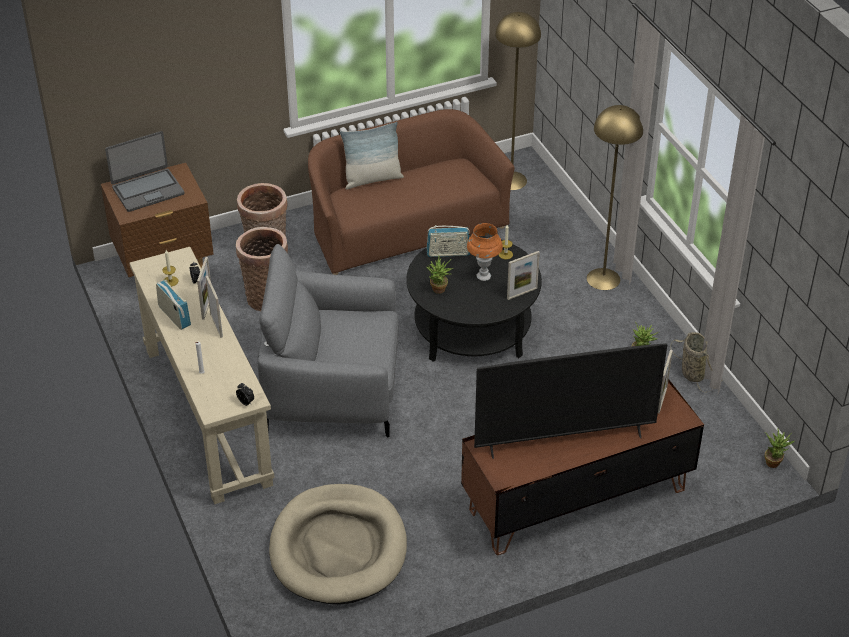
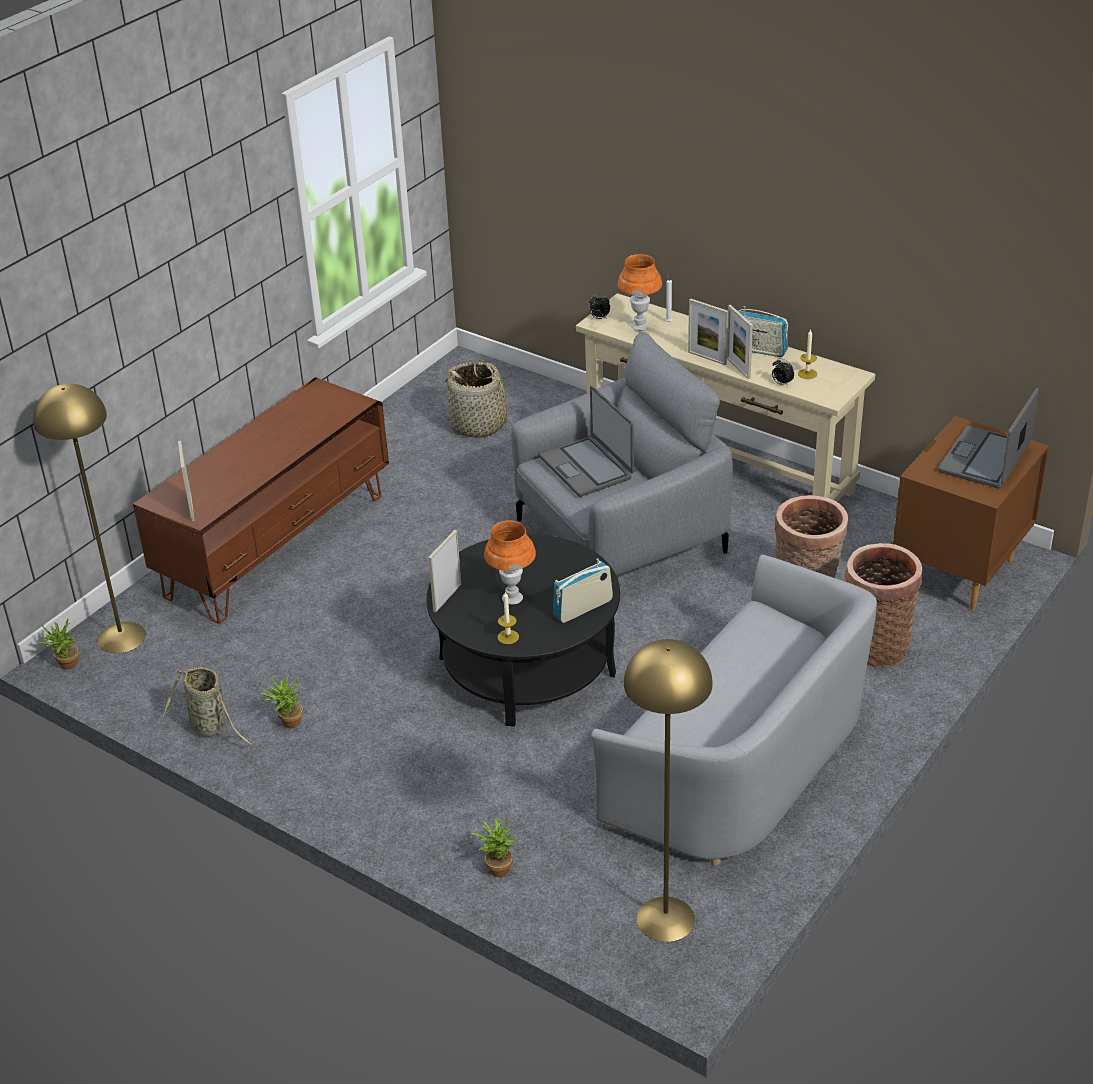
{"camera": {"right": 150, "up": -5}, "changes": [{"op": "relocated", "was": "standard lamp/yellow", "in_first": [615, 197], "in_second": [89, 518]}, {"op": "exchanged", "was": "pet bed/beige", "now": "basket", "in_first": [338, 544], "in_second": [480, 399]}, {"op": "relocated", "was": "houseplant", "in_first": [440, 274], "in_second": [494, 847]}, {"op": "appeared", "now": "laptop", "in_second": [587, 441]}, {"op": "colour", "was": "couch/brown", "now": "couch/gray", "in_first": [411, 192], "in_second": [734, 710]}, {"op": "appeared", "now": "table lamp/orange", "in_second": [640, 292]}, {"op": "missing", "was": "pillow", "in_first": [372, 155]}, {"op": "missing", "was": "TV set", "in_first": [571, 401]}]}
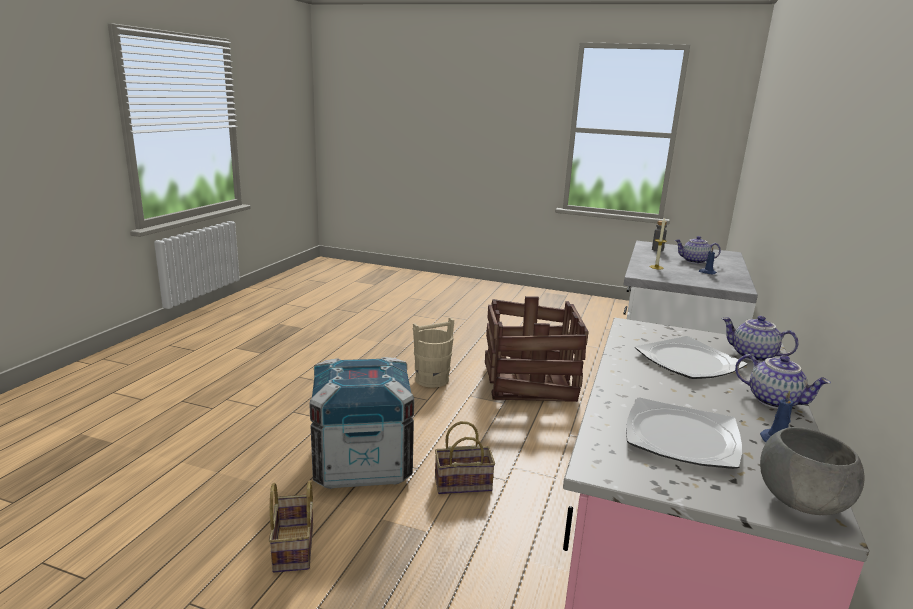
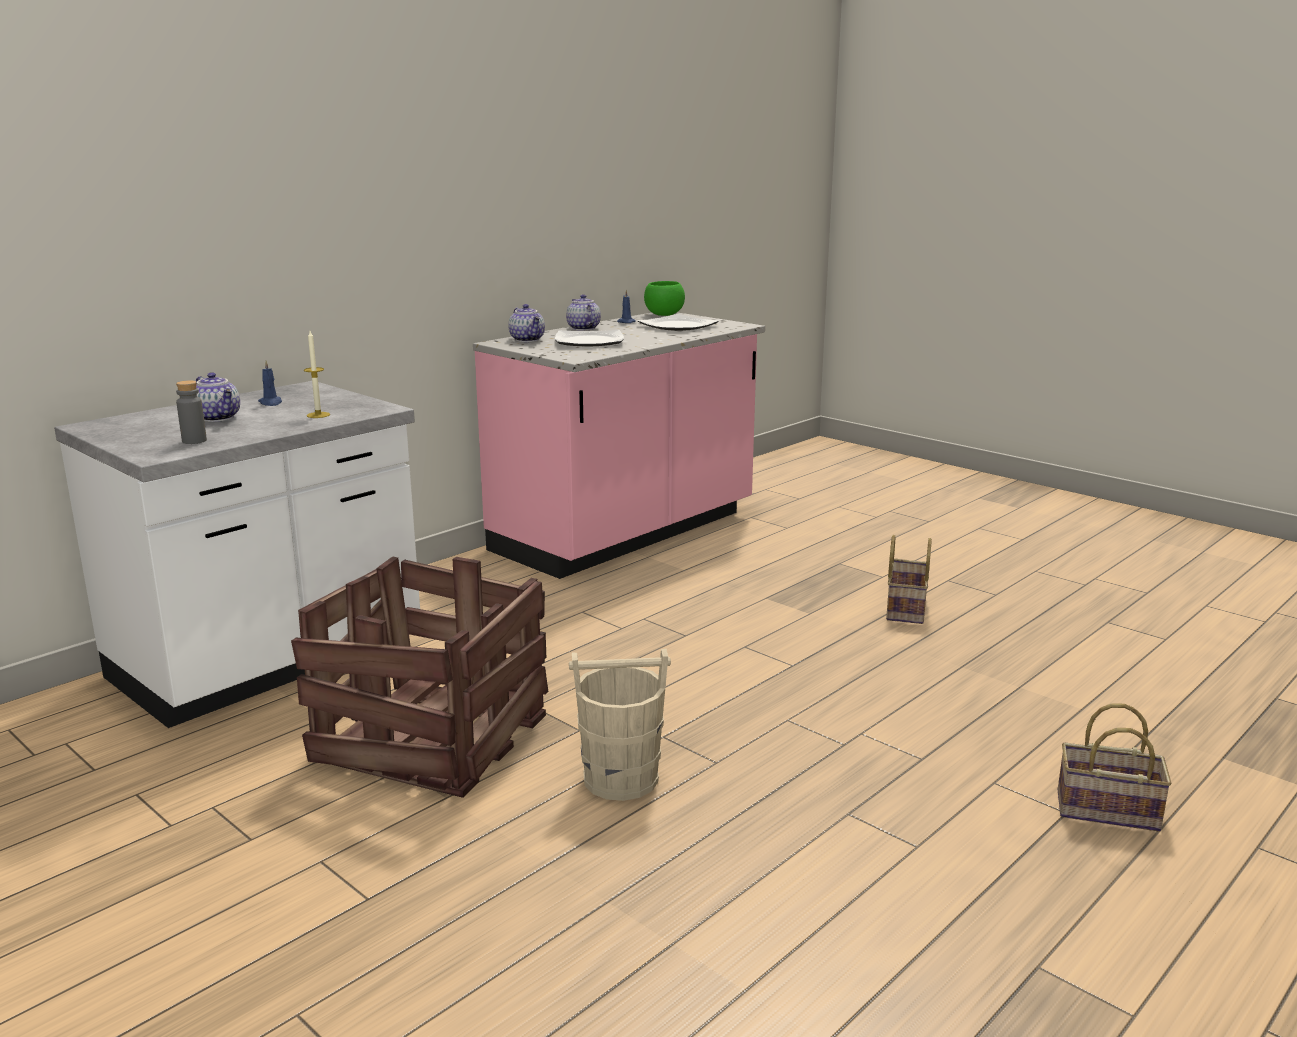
{"camera": {"right": -155, "up": 0}, "changes": [{"op": "colour", "was": "deep dish/gray", "now": "deep dish/greenish", "in_first": [812, 471], "in_second": [664, 298]}, {"op": "relocated", "was": "basket", "in_first": [465, 457], "in_second": [1115, 768]}, {"op": "missing", "was": "shipping crate", "in_first": [361, 423]}]}
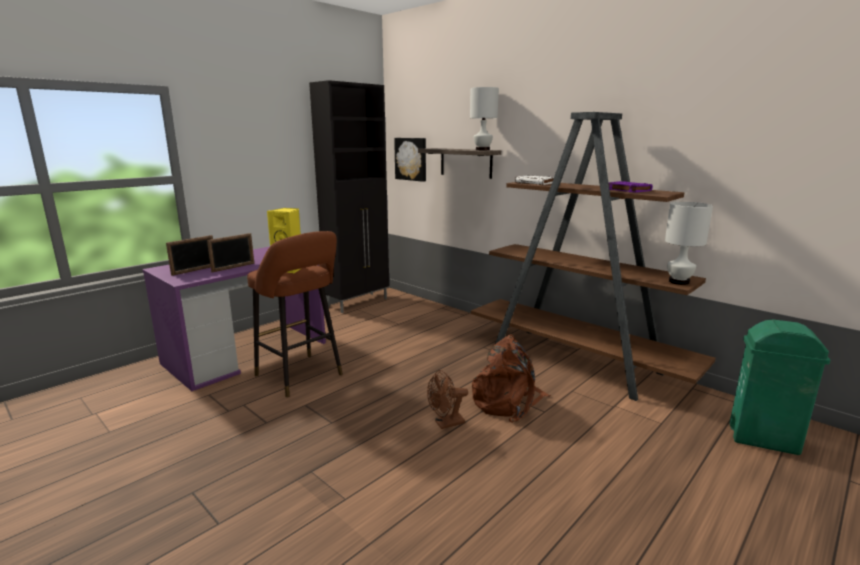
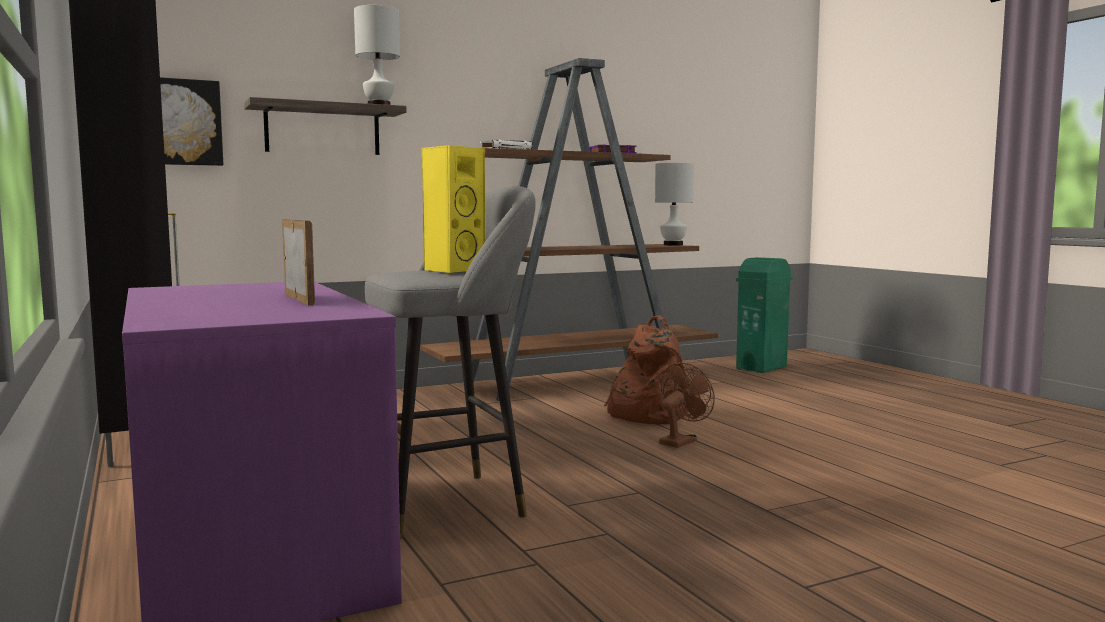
{"camera": {"right": -70, "up": -10}, "changes": [{"op": "colour", "was": "stool/brown", "now": "stool/gray", "in_first": [295, 314], "in_second": [450, 362]}, {"op": "spun", "was": "fan/brown", "in_first": [447, 399], "in_second": [687, 405], "clockwise": -135}, {"op": "missing", "was": "picture frame", "in_first": [189, 255]}]}
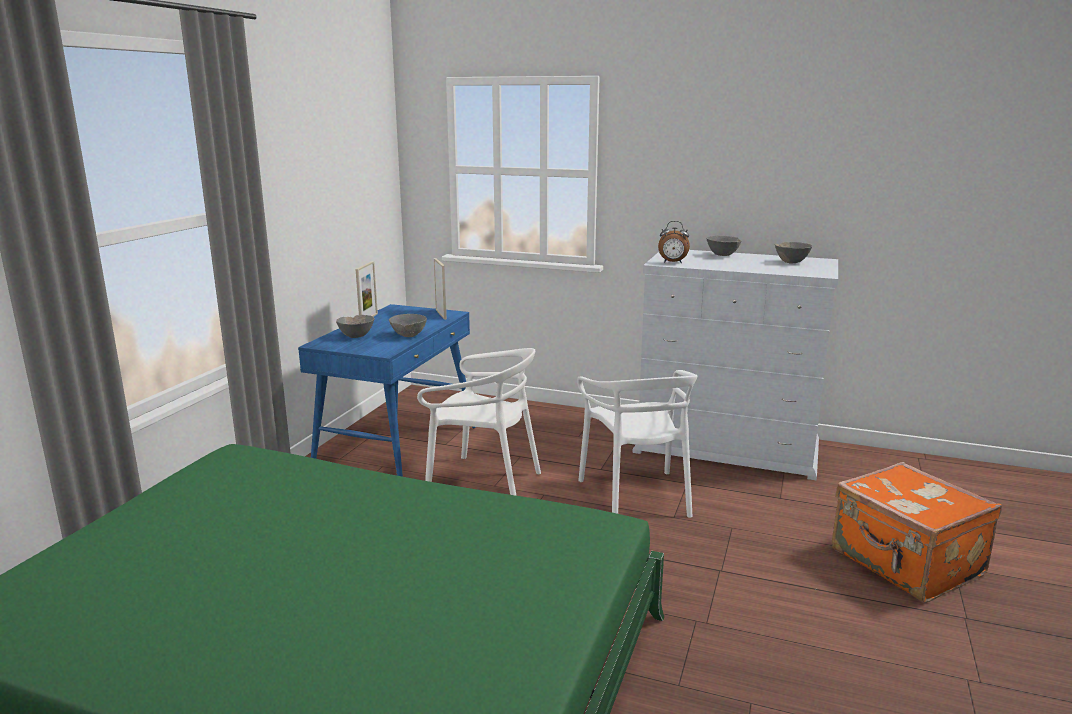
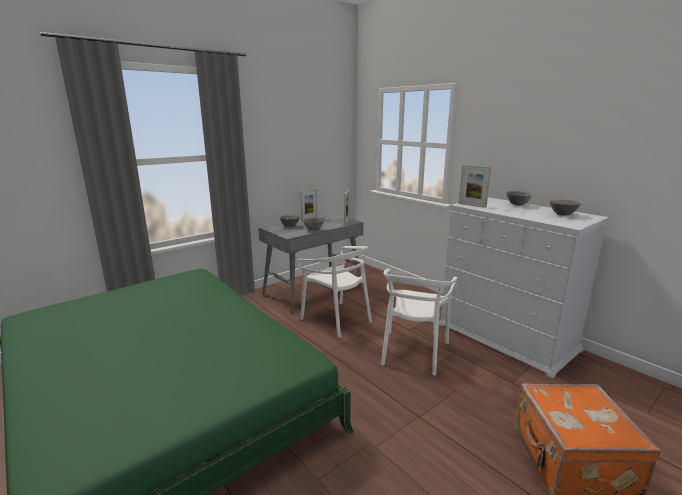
{"camera": {"right": 30, "up": 0}, "changes": [{"op": "colour", "was": "desk/bluish", "now": "desk/gray", "in_first": [387, 390], "in_second": [311, 263]}, {"op": "exchanged", "was": "table clock", "now": "picture frame", "in_first": [674, 242], "in_second": [475, 186]}]}
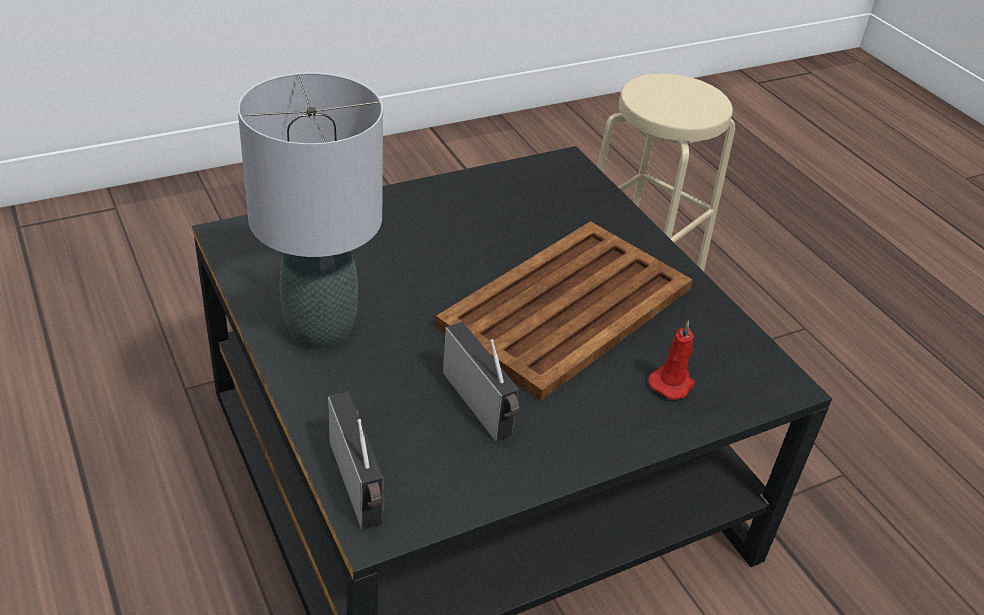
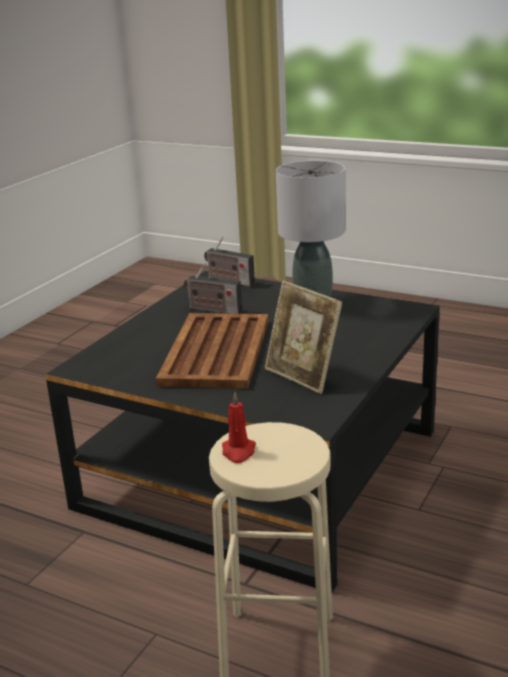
{"camera": {"right": 150, "up": -15}, "changes": [{"op": "relocated", "was": "wax candle/red-coloured", "in_first": [671, 360], "in_second": [239, 427]}, {"op": "appeared", "now": "picture frame", "in_second": [303, 337]}]}
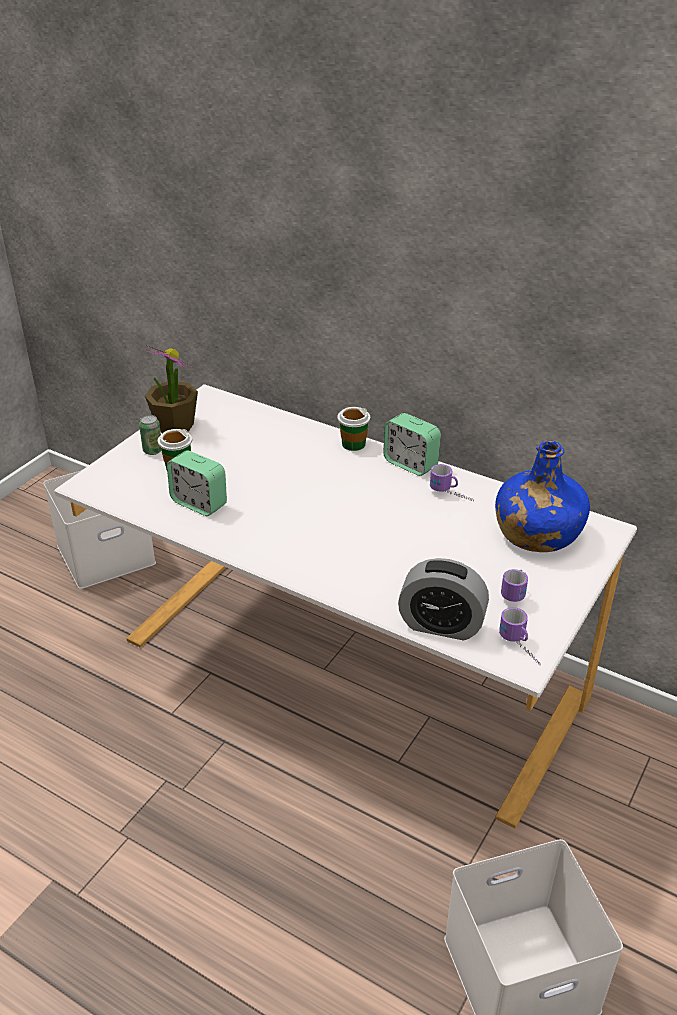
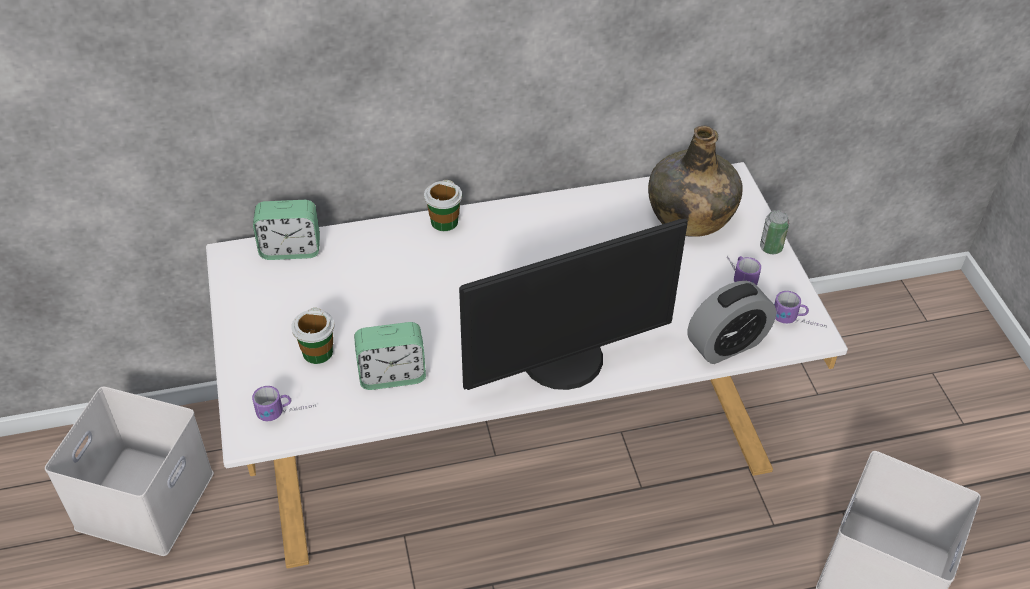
{"camera": {"right": -45, "up": 10}, "changes": [{"op": "relocated", "was": "tea mug", "in_first": [452, 483], "in_second": [284, 403]}, {"op": "relocated", "was": "table clock", "in_first": [412, 444], "in_second": [286, 230]}, {"op": "appeared", "now": "monitor", "in_second": [573, 304]}, {"op": "colour", "was": "drink bottle/bluish", "now": "drink bottle/greenish", "in_first": [542, 496], "in_second": [695, 181]}, {"op": "relocated", "was": "sealed can", "in_first": [150, 435], "in_second": [774, 232]}, {"op": "missing", "was": "houseplant", "in_first": [171, 389]}]}
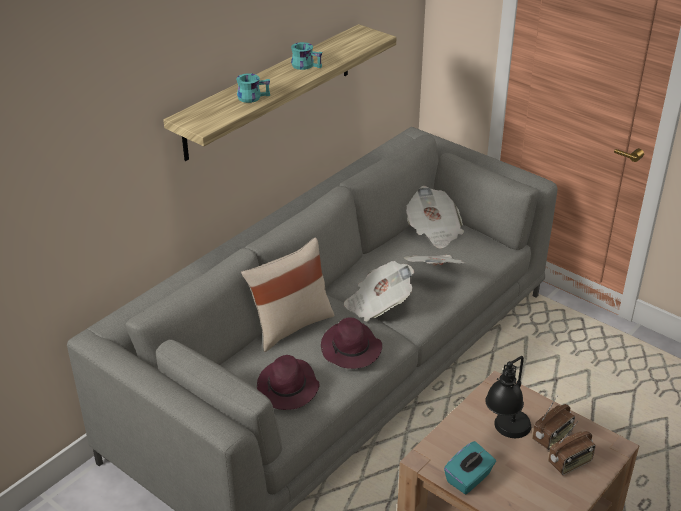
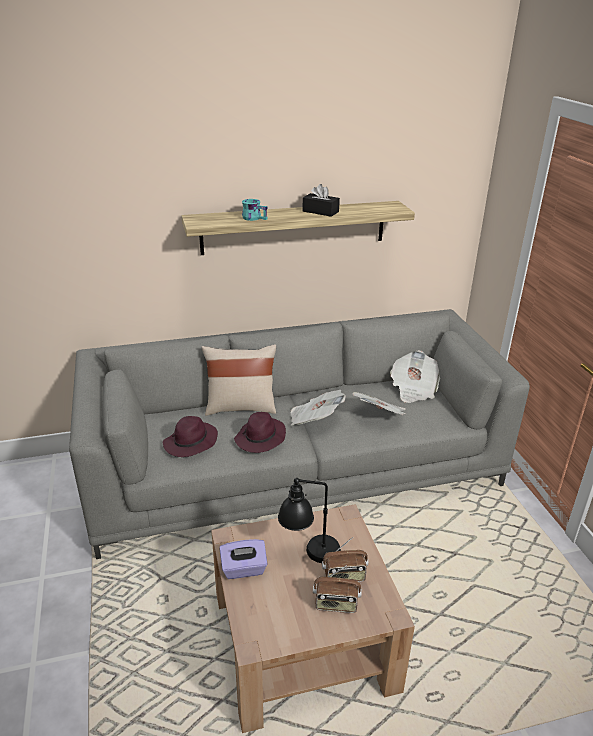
{"camera": {"right": 35, "up": -5}, "changes": [{"op": "colour", "was": "tissue holder/blue-green", "now": "tissue holder/purple", "in_first": [470, 467], "in_second": [243, 559]}, {"op": "exchanged", "was": "tea mug/blue-green", "now": "tissue holder/blackish", "in_first": [306, 56], "in_second": [321, 200]}]}
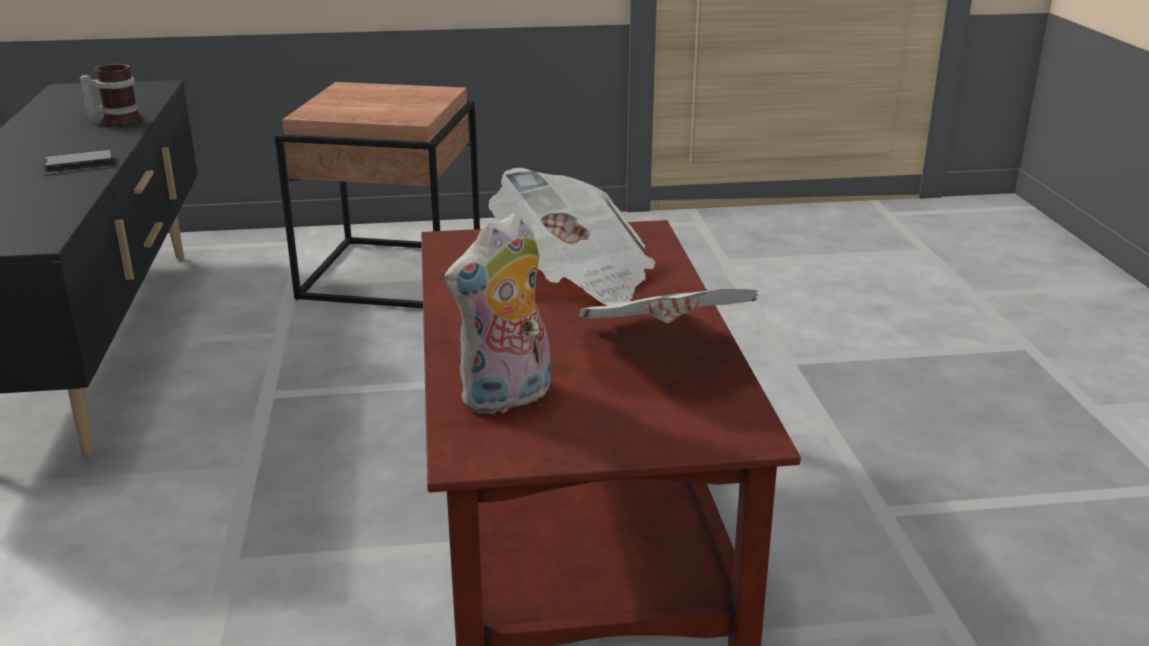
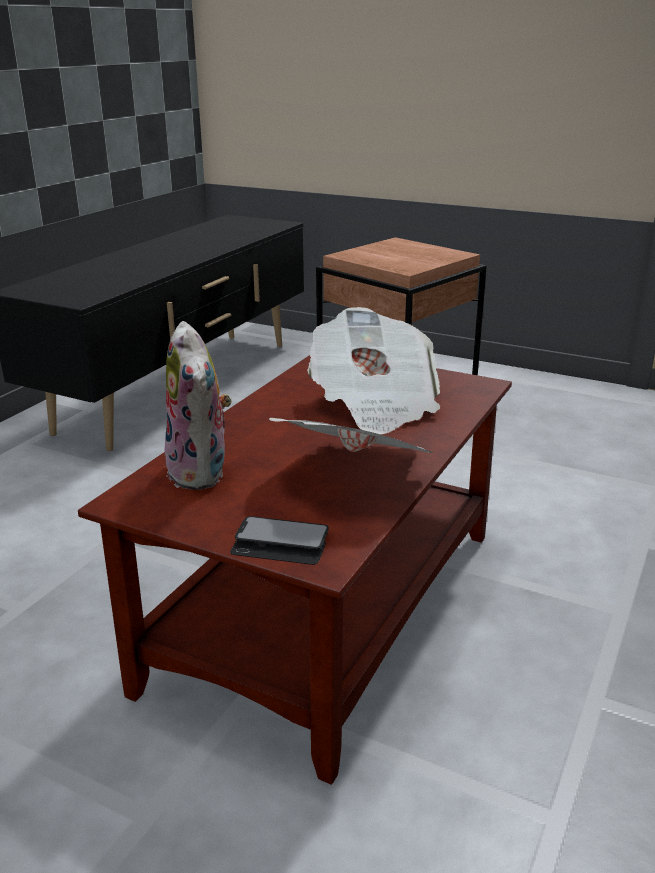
{"camera": {"right": 35, "up": 0}, "changes": [{"op": "spun", "was": "cuddly toy", "in_first": [497, 313], "in_second": [198, 405], "clockwise": -105}, {"op": "relocated", "was": "handset", "in_first": [78, 163], "in_second": [279, 540]}, {"op": "missing", "was": "tea mug", "in_first": [112, 95]}]}
